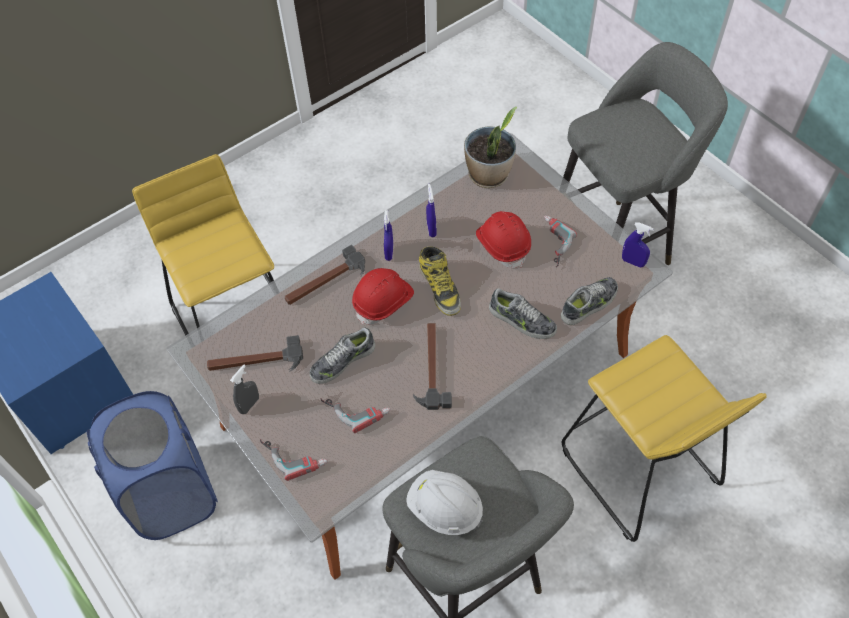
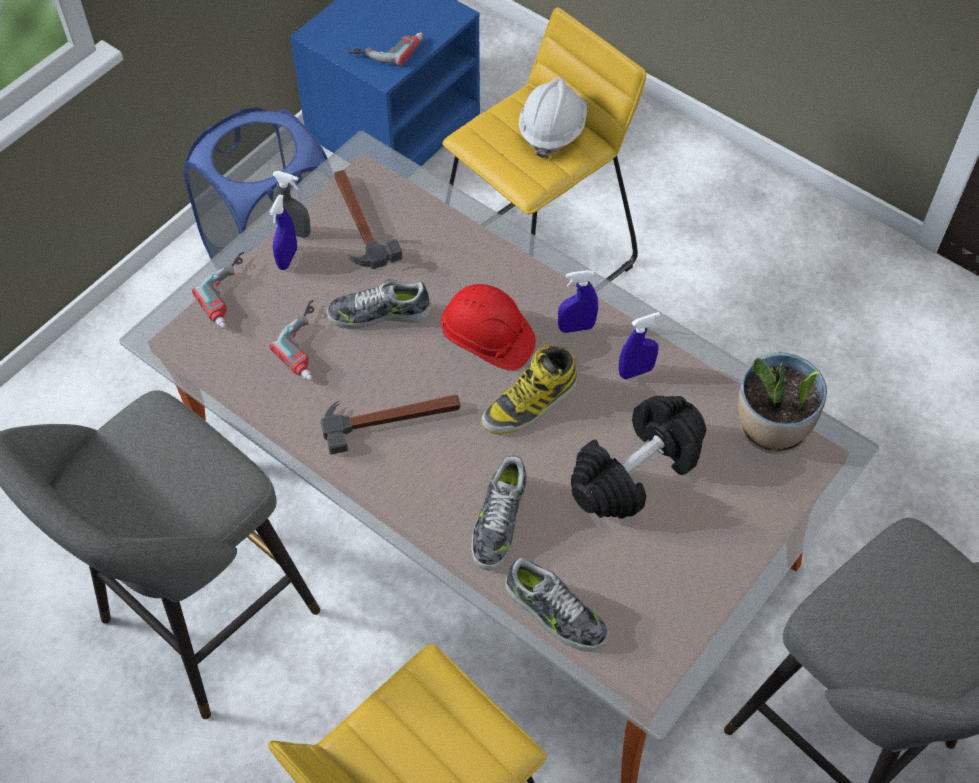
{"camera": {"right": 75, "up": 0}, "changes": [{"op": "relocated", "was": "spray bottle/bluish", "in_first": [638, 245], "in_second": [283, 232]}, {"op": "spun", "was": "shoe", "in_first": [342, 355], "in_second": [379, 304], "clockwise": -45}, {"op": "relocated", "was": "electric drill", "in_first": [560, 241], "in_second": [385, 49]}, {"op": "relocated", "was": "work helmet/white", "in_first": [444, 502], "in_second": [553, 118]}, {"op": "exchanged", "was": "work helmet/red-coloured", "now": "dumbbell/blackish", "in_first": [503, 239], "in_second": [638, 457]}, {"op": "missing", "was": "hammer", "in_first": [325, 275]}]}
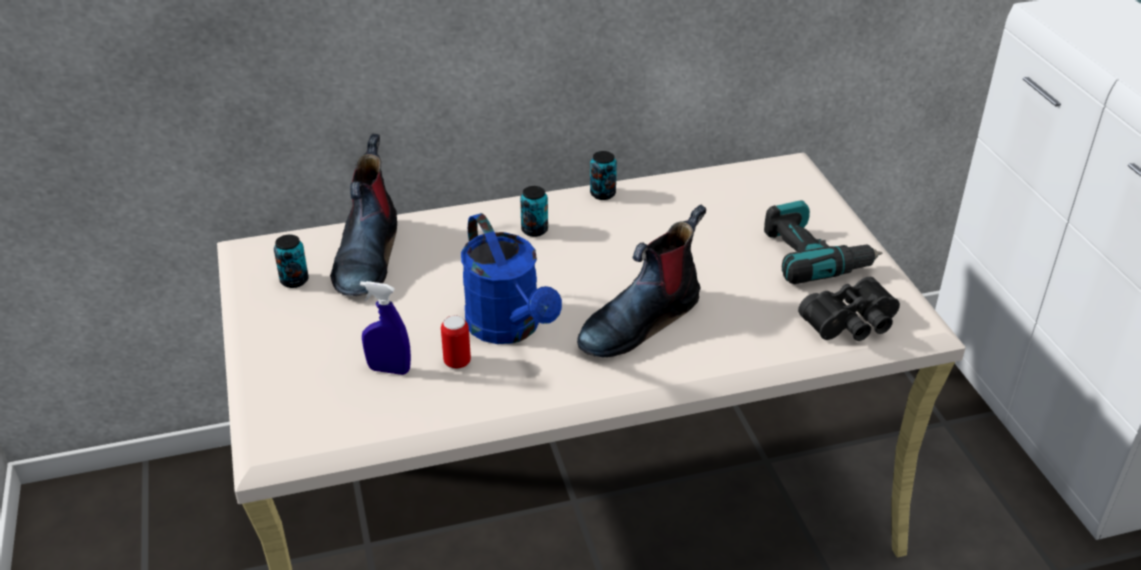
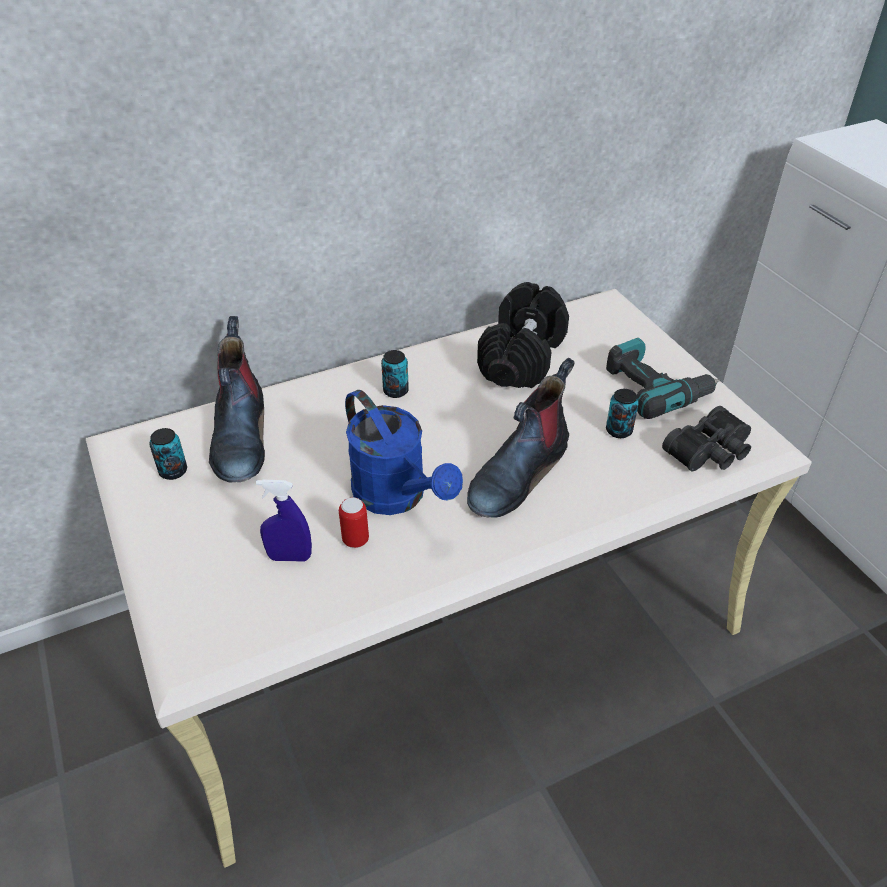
{"camera": {"right": -10, "up": 5}, "changes": [{"op": "appeared", "now": "dumbbell/blackish", "in_second": [523, 335]}, {"op": "relocated", "was": "sealed can", "in_first": [603, 175], "in_second": [622, 413]}]}
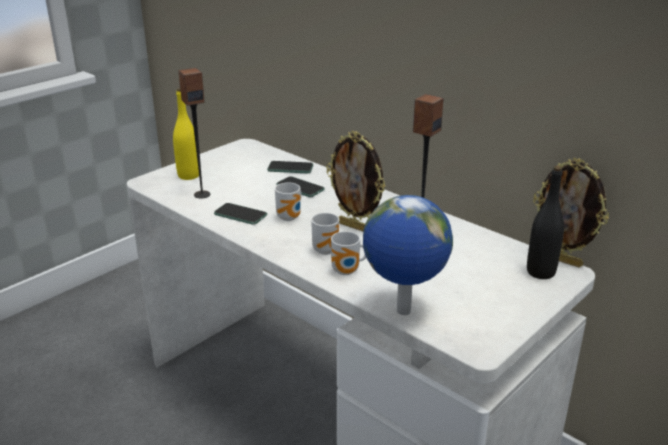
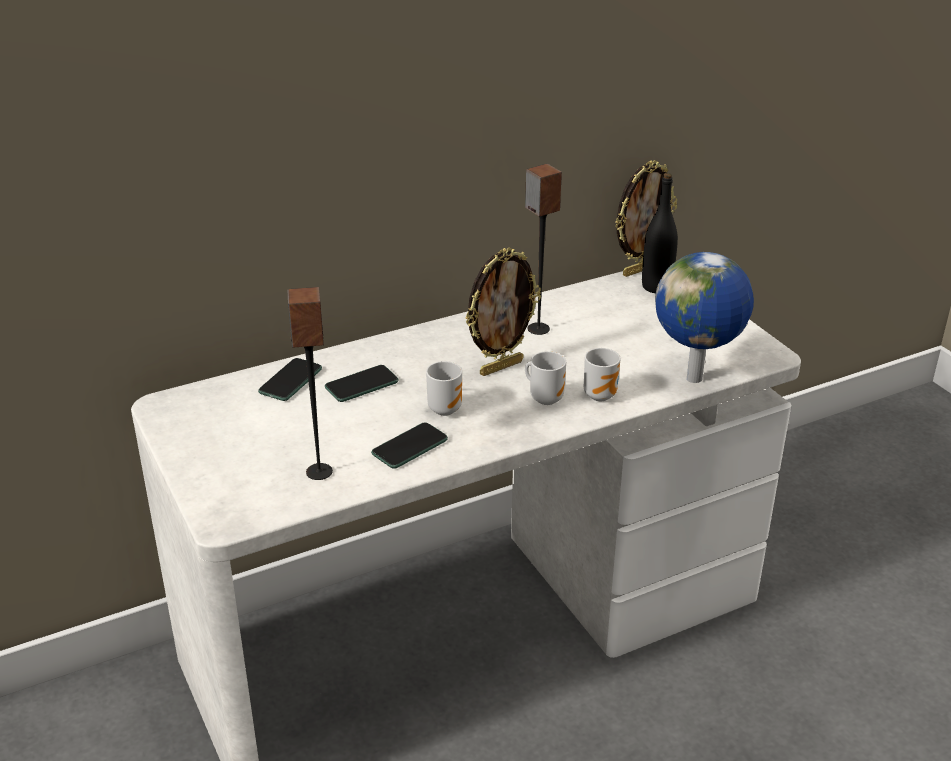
{"camera": {"right": -70, "up": 5}, "changes": [{"op": "missing", "was": "drink bottle/yellow", "in_first": [186, 134]}]}
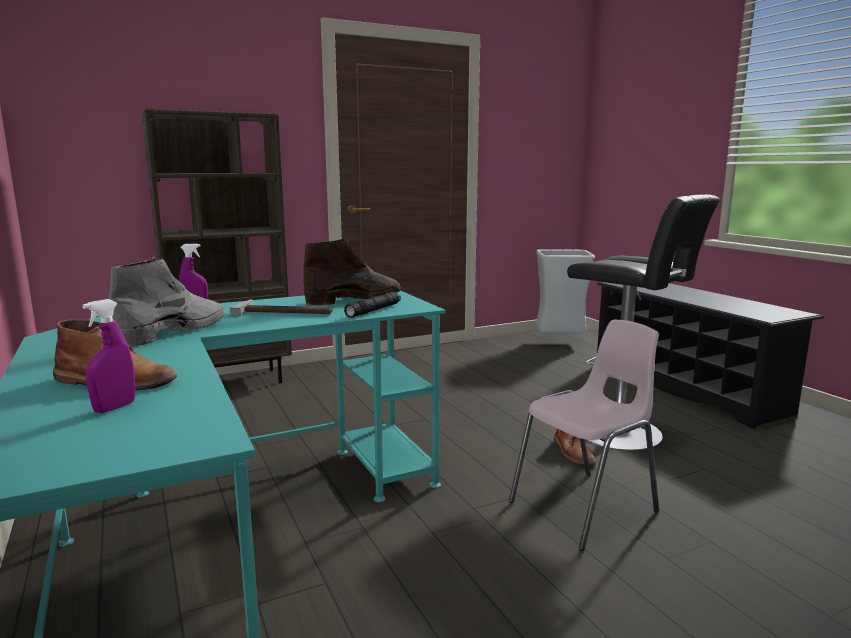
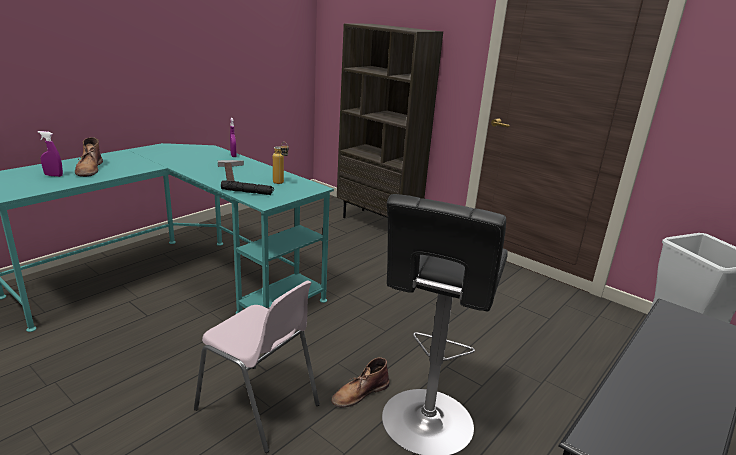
{"camera": {"right": 65, "up": 10}, "changes": [{"op": "exchanged", "was": "high-top boot/brown", "now": "drink bottle", "in_first": [352, 271], "in_second": [281, 163]}, {"op": "missing", "was": "high-top boot/gray", "in_first": [167, 301]}]}
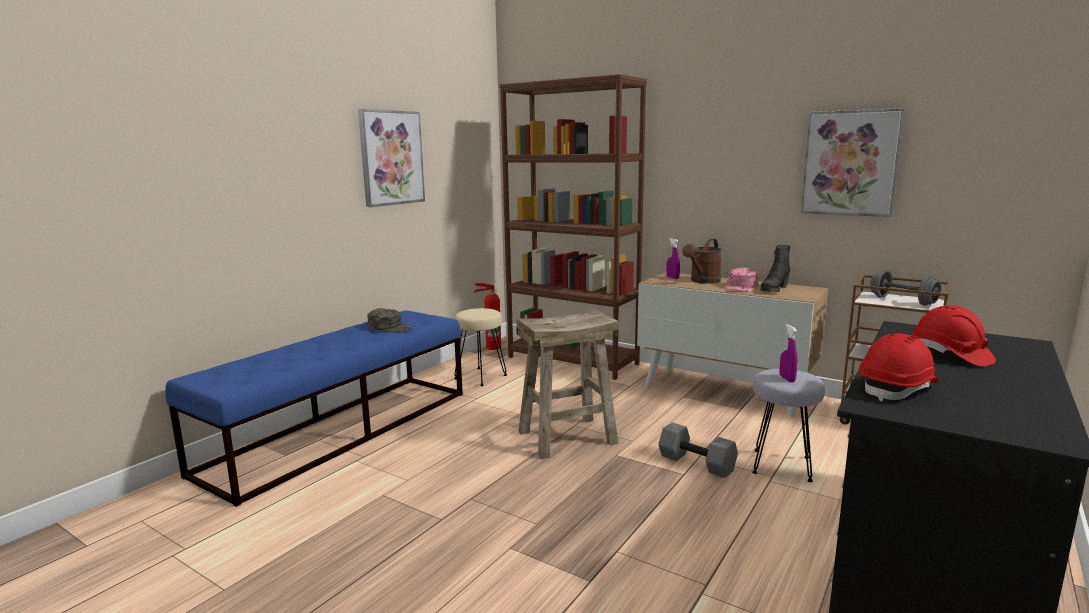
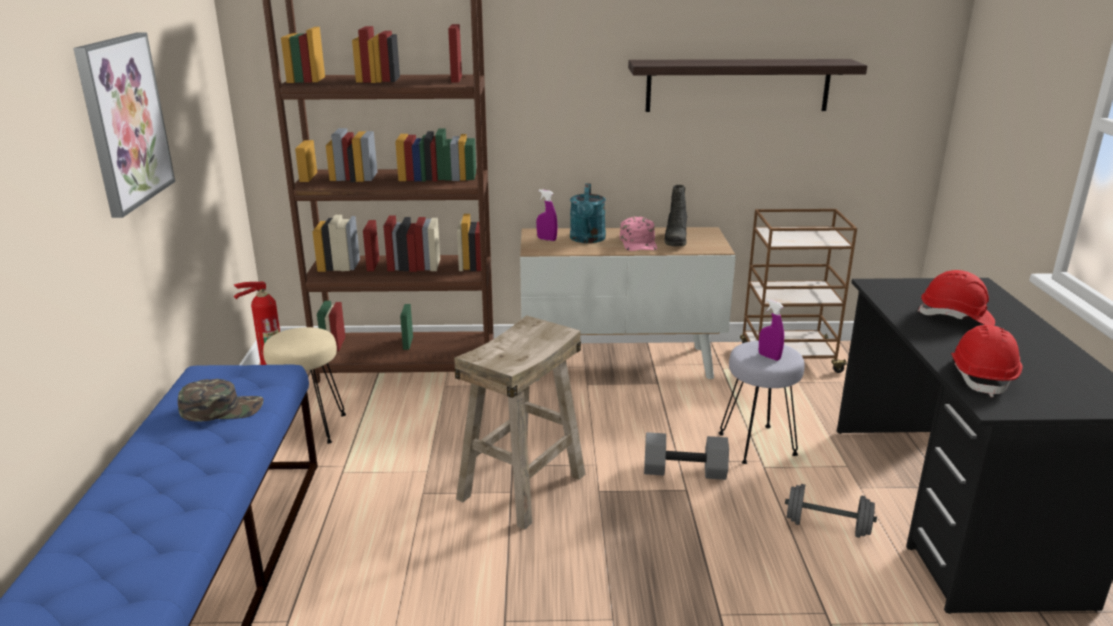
{"camera": {"right": -35, "up": 10}, "changes": [{"op": "colour", "was": "watering can/brown", "now": "watering can/blue-green", "in_first": [702, 261], "in_second": [588, 213]}, {"op": "exchanged", "was": "picture", "now": "wall shelf", "in_first": [852, 162], "in_second": [747, 85]}, {"op": "relocated", "was": "dumbbell/gray", "in_first": [906, 287], "in_second": [831, 511]}]}
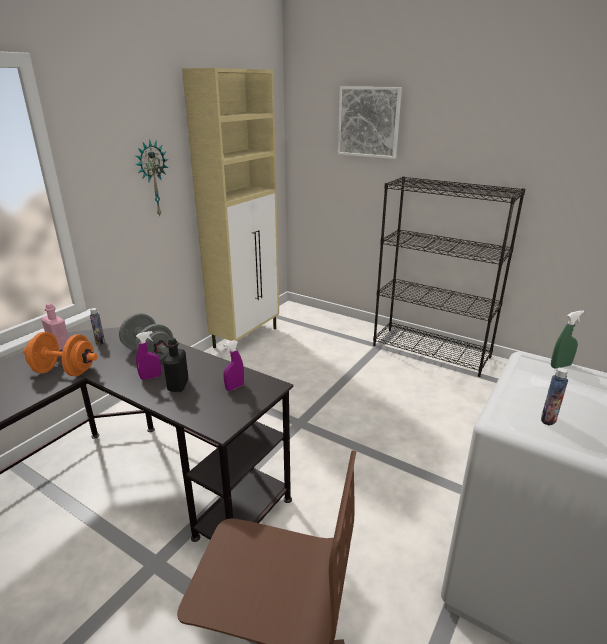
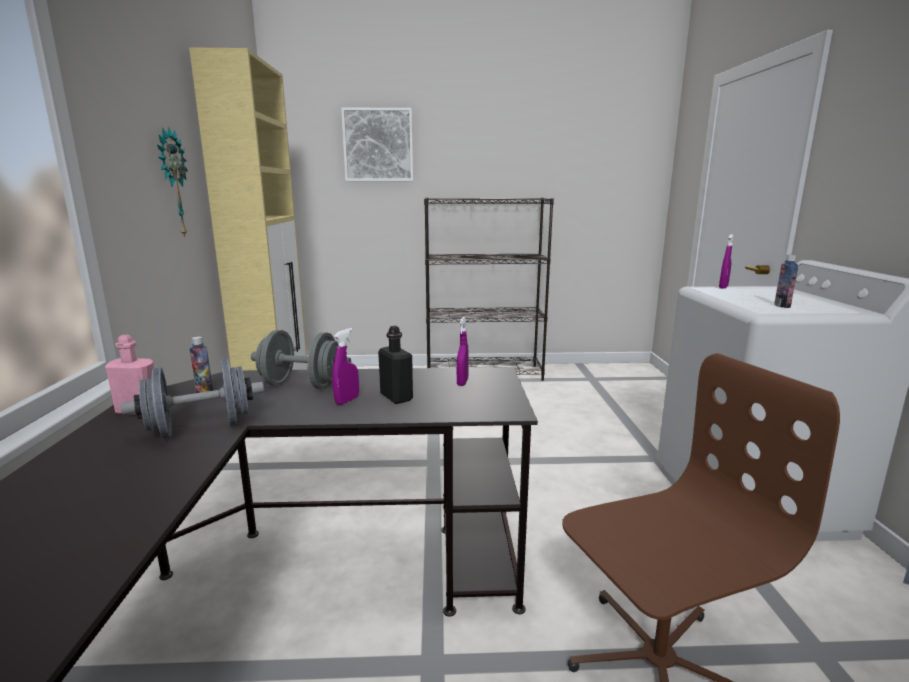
{"camera": {"right": -35, "up": -10}, "changes": [{"op": "colour", "was": "dumbbell/orange", "now": "dumbbell/gray", "in_first": [60, 354], "in_second": [192, 398]}, {"op": "colour", "was": "spray bottle/greenish", "now": "spray bottle/purple", "in_first": [567, 339], "in_second": [726, 261]}]}
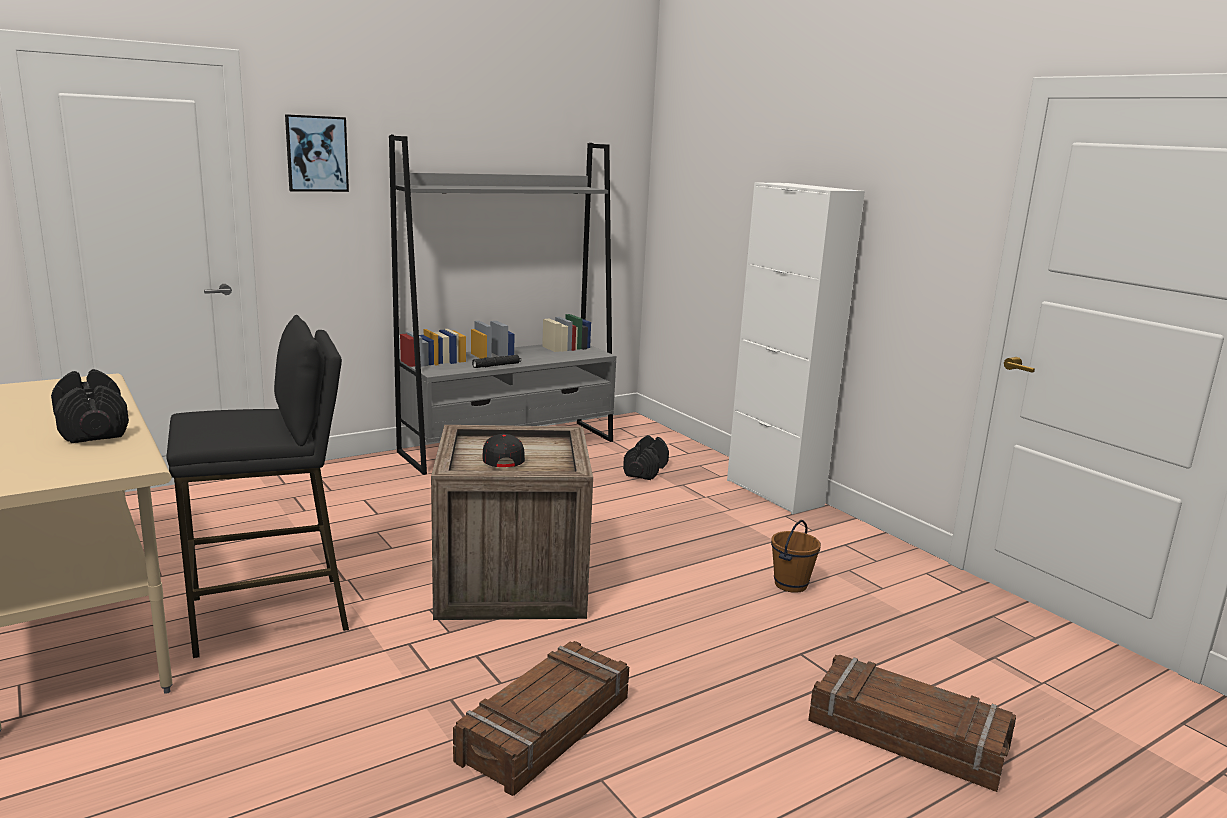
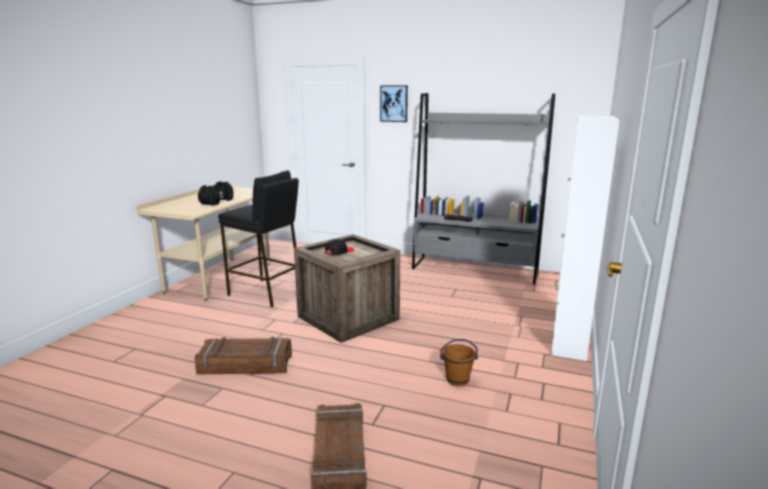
{"camera": {"right": 55, "up": 0}, "changes": [{"op": "missing", "was": "dumbbell/blackish", "in_first": [646, 457]}]}
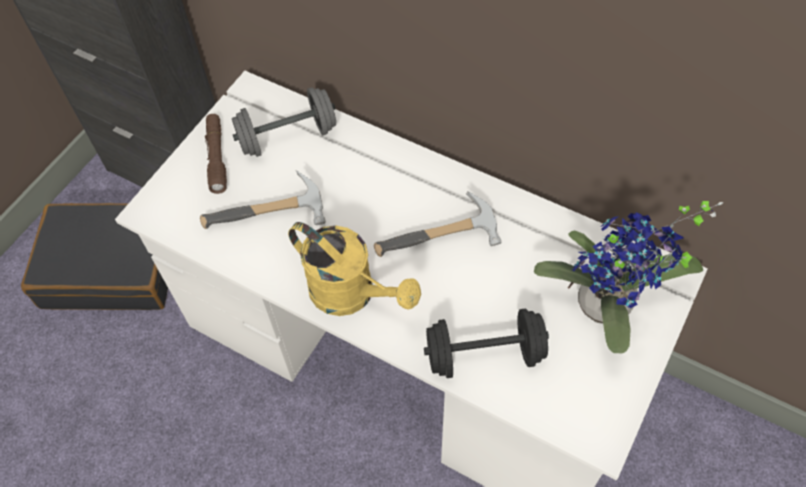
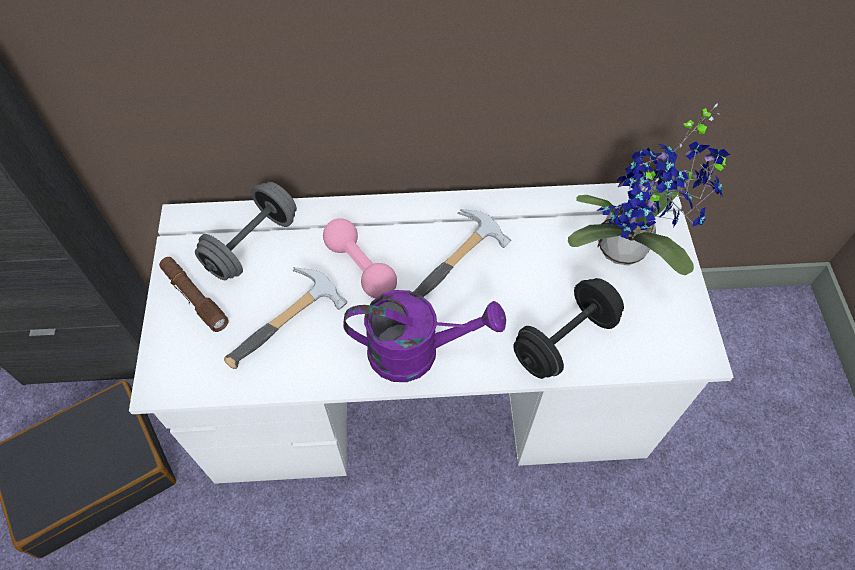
{"camera": {"right": -35, "up": 0}, "changes": [{"op": "appeared", "now": "dumbbell/pink-coloured", "in_second": [360, 258]}, {"op": "colour", "was": "watering can/yellow", "now": "watering can/purple", "in_first": [354, 269], "in_second": [424, 336]}]}
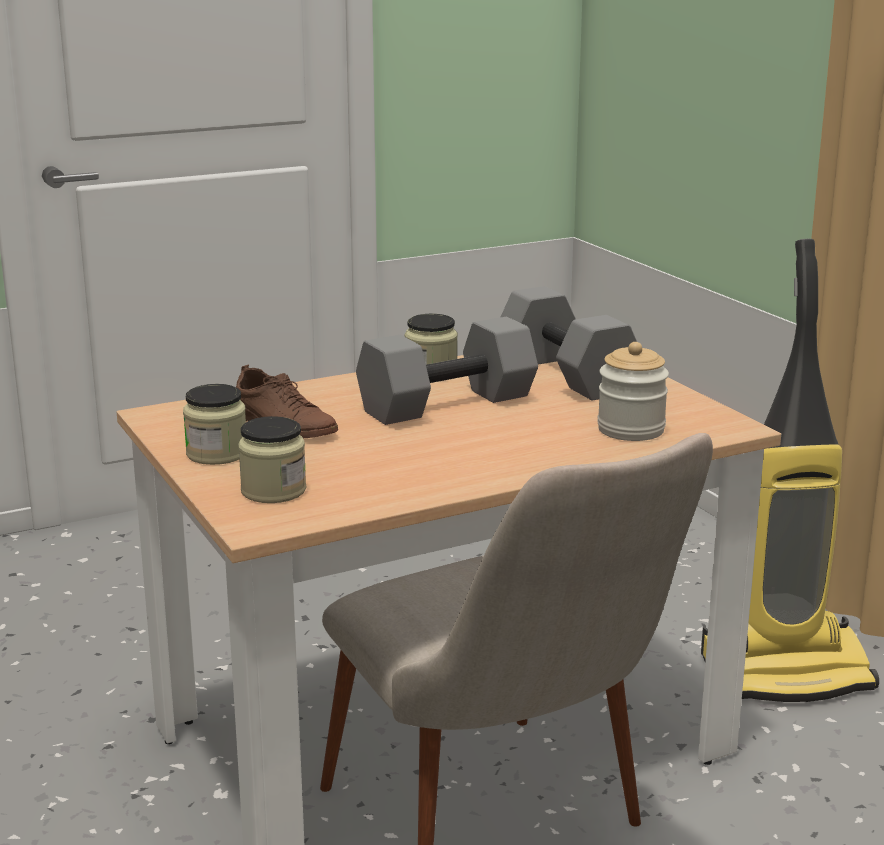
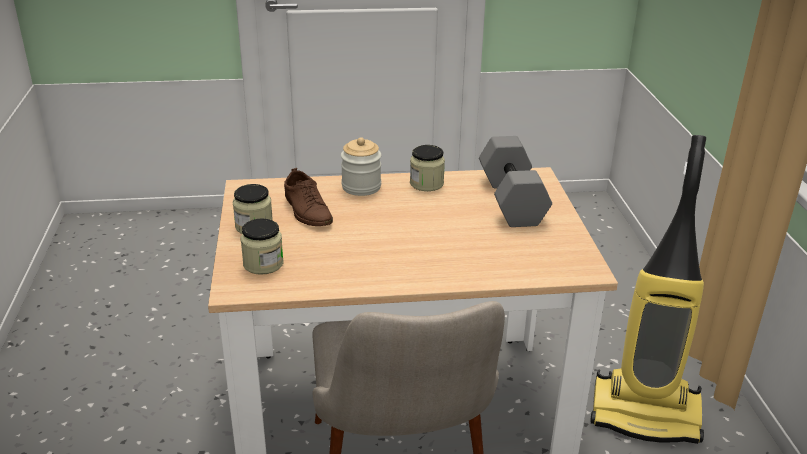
{"camera": {"right": 20, "up": 10}, "changes": [{"op": "relocated", "was": "storage jar", "in_first": [633, 391], "in_second": [361, 166]}, {"op": "missing", "was": "dumbbell/gray", "in_first": [447, 371]}]}
